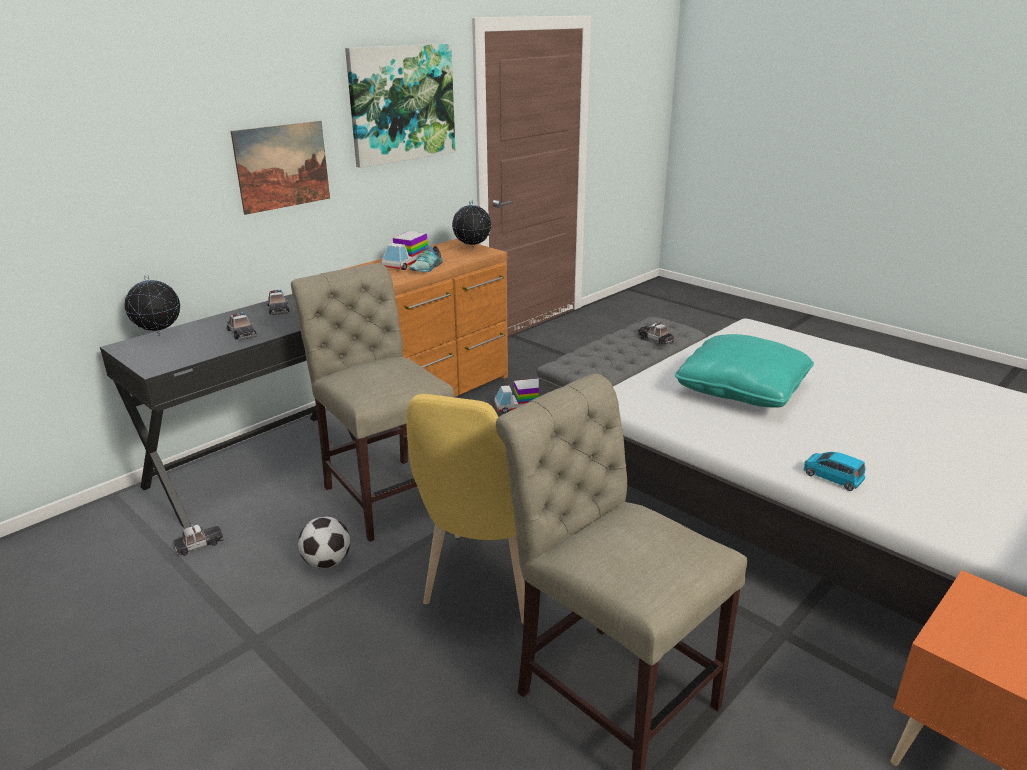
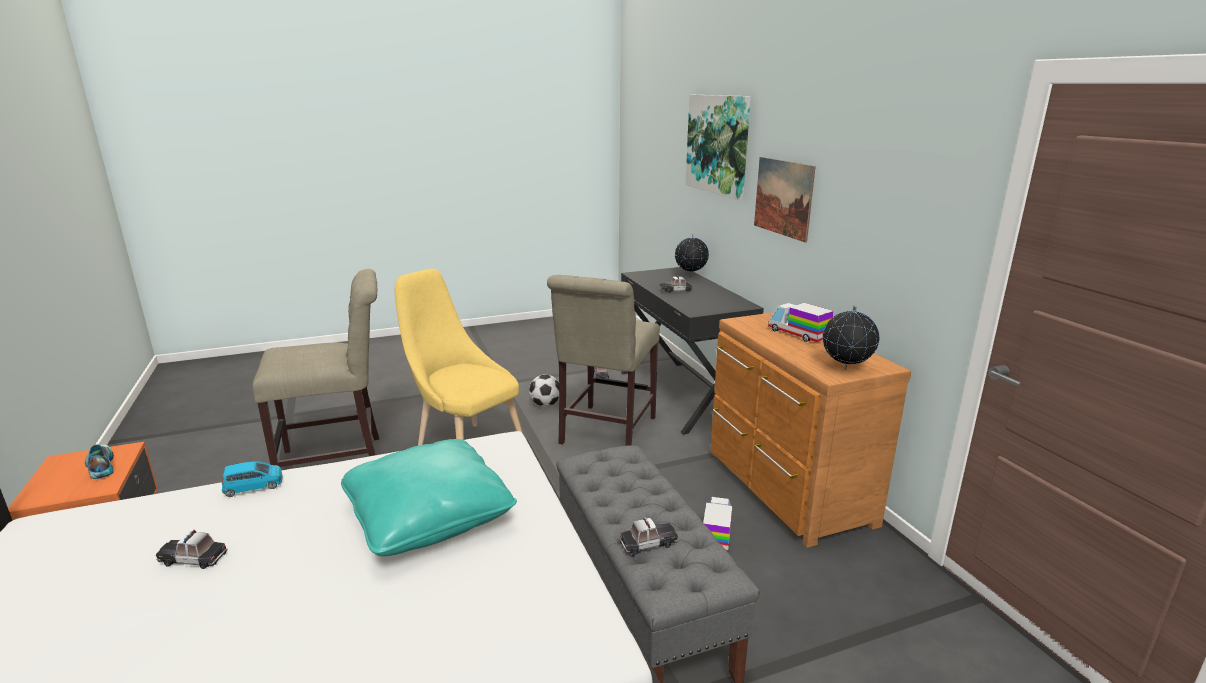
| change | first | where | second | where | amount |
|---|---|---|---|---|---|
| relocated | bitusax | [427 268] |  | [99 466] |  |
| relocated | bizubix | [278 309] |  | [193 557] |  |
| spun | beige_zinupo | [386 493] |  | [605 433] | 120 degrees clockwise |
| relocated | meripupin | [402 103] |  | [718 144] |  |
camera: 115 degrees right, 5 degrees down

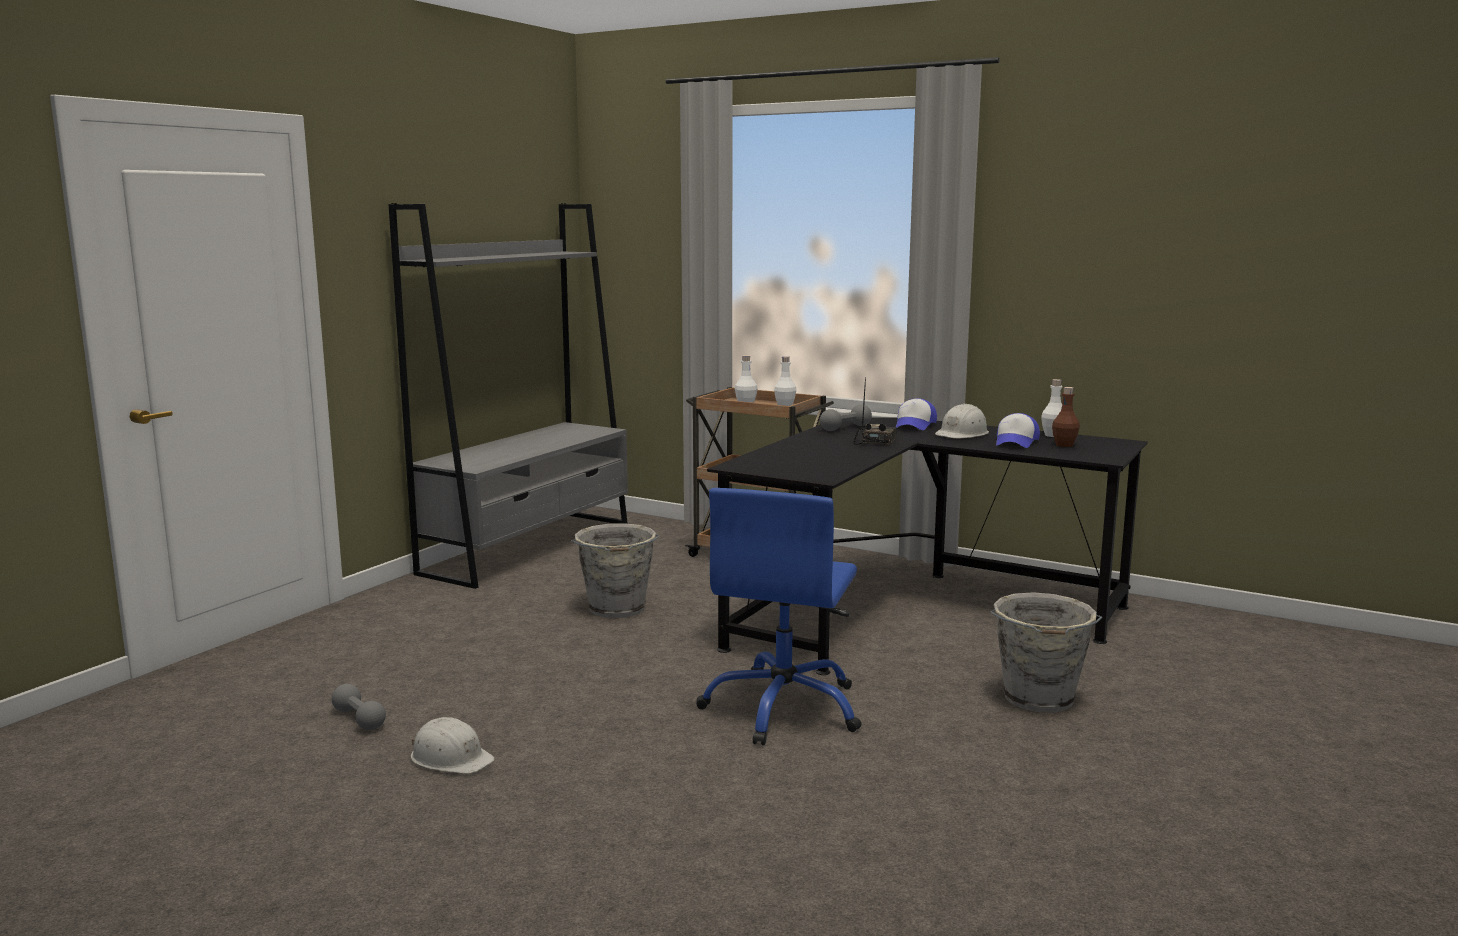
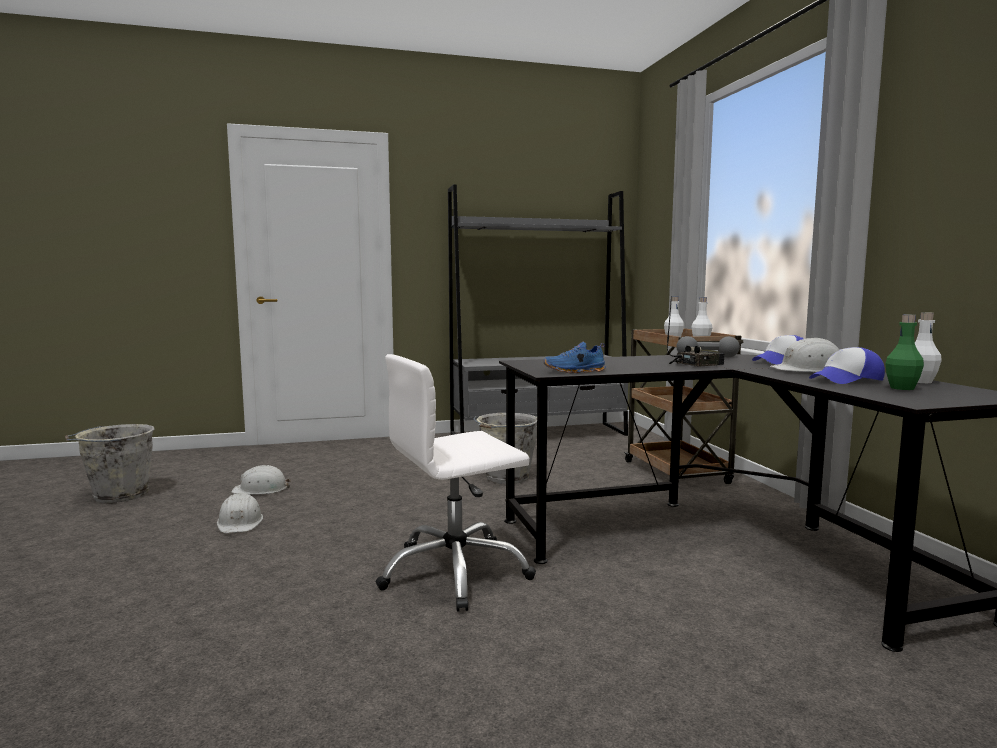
| change | first | where | second | where | amount |
|---|---|---|---|---|---|
| relocated | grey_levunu | [1038 699] |  | [118 495] |  |
| exchanged | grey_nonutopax | [359 719] | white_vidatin | [261 489] |  |
| colour | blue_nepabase | [784 708] | white_nepabase | [455 572] |  |
| appeared |  |  | blue_bitusax | [575 371] |  |
| colour | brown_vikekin | [1064 445] | green_vikekin | [902 388] |  |
camera: 45 degrees right, 5 degrees down

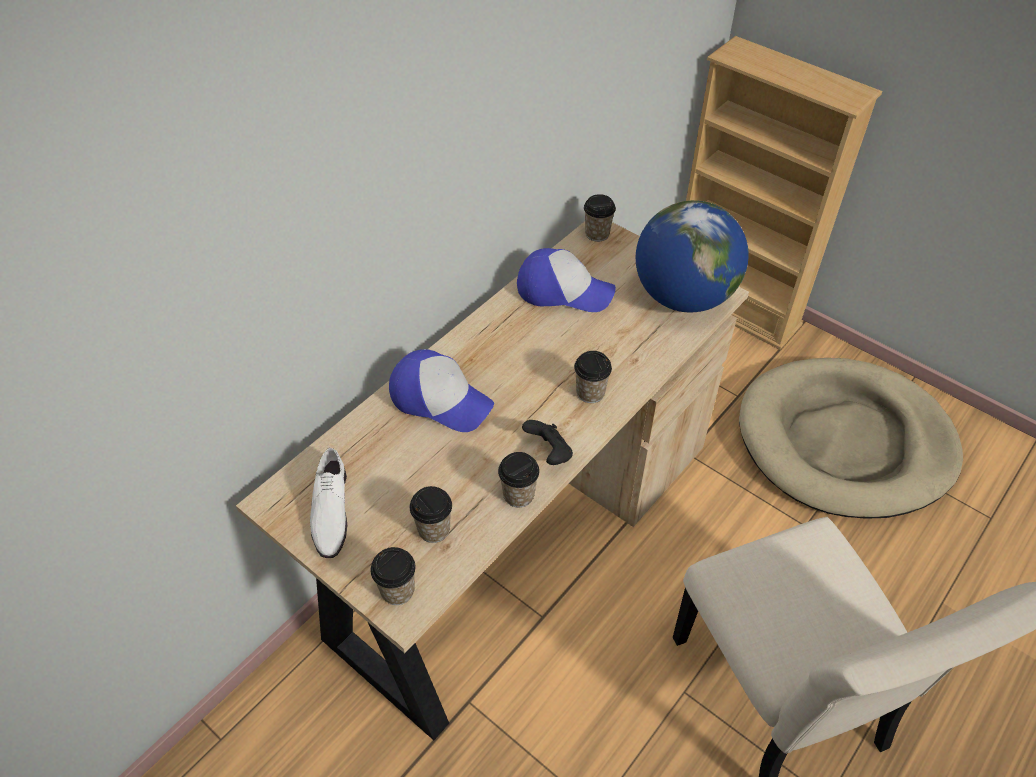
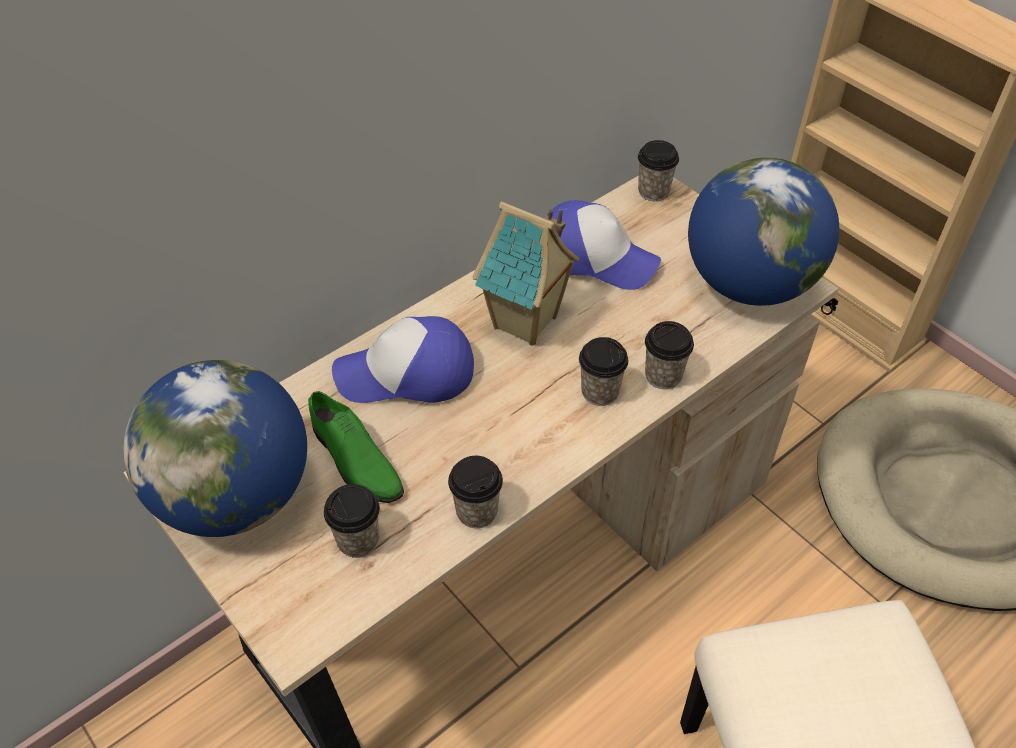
| change | first | where | second | where | amount |
|---|---|---|---|---|---|
| exchanged | white_bitusax | [330 510] | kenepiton | [235 496] |  |
| appeared |  |  | green_bitusax | [353 459] |  |
| spun | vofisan | [440 399] |  | [406 374] | 135 degrees clockwise |
| appeared |  |  | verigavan | [526 323] |  |
| relocated | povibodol | [397 590] |  | [663 376] |  |
| missing | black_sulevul | [549 453] |  |  |  |
camera: 10 degrees right, 0 degrees up

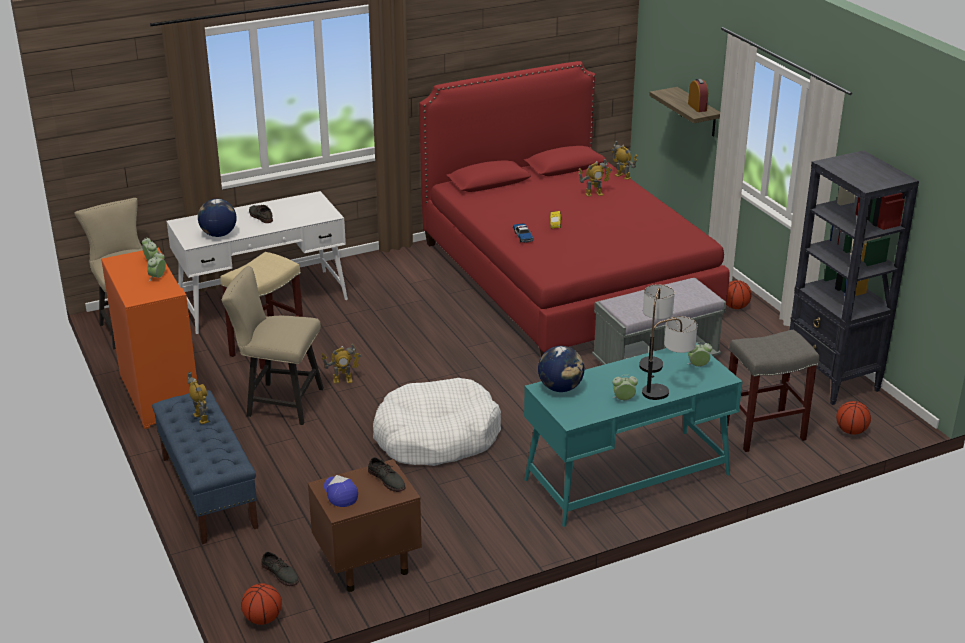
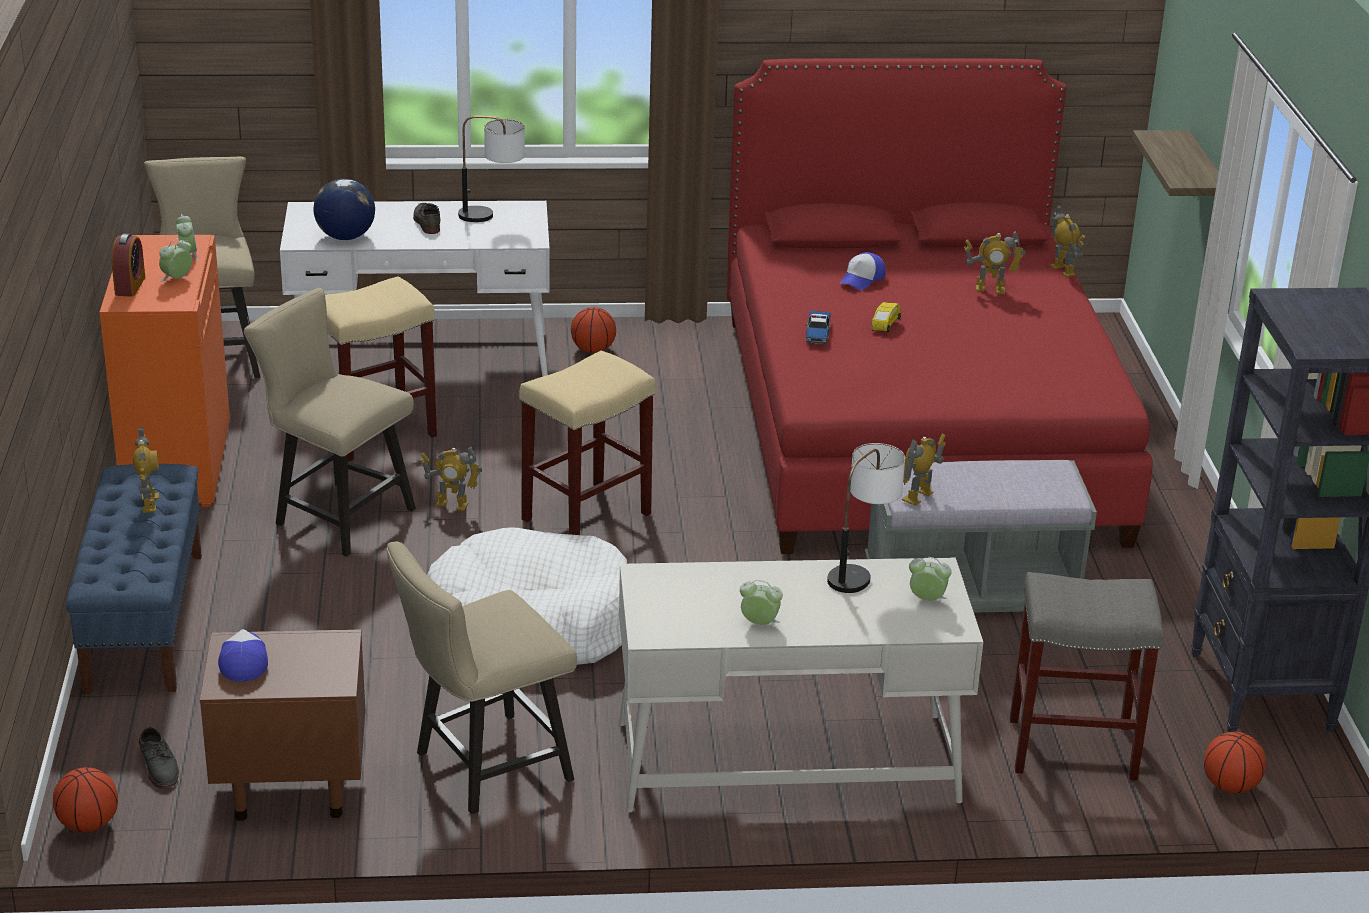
| change | first | where | second | where | amount |
|---|---|---|---|---|---|
| relocated | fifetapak | [697 107] |  | [130 286] |  |
| appeared |  |  | beige_zinupo | [483 768] |  |
| relocated | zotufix | [667 390] |  | [493 216] |  |
| appeared |  |  | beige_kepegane | [587 516] |  |
| relocated | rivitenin | [735 307] |  | [593 350] |  |
| colour | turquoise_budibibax | [626 476] | white_budibibax | [786 761] |  |
| appeared |  |  | vofisan | [862 279] |  |
| appeared |  |  | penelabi | [918 497] |  |
| missing | grey_bitusax | [387 479] |  |  |  |
| missing | kenepiton | [560 388] |  |  |  |
camera: 20 degrees right, 0 degrees up

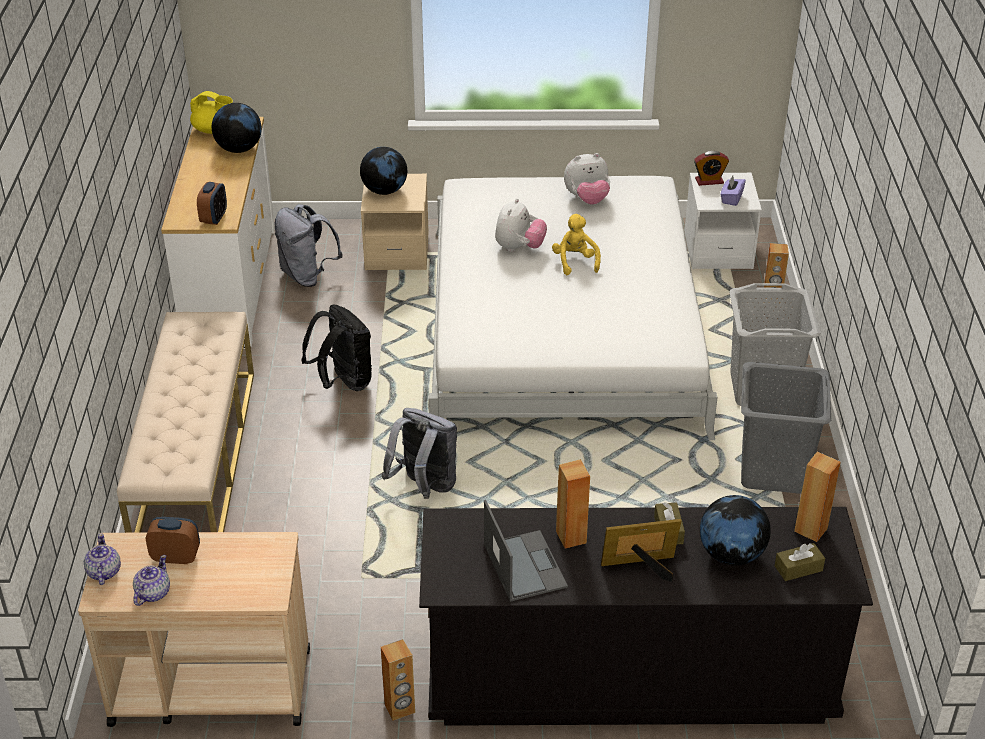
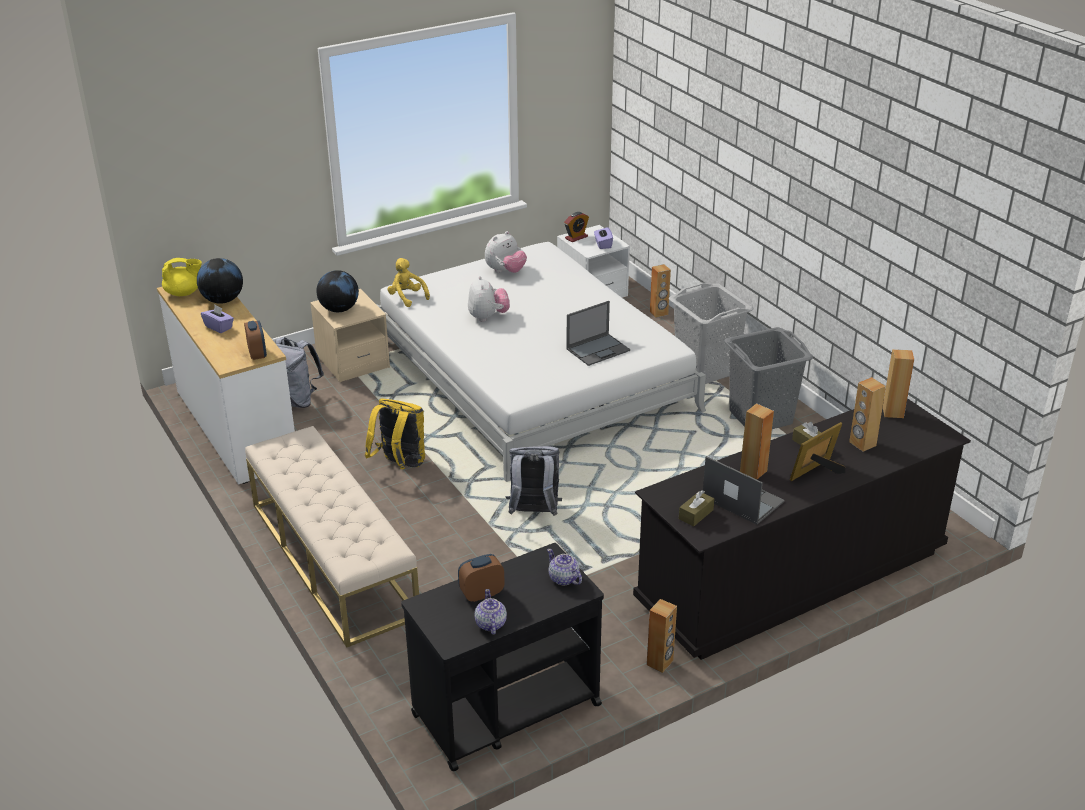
| change | first | where | second | where | amount |
|---|---|---|---|---|---|
| appeared |  |  | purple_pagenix | [219 327] |  |
| colour | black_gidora | [343 382] | yellow_gidora | [400 465] |  |
| relocated | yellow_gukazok | [575 262] |  | [407 297] |  |
| colour | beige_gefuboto | [210 686] | black_gefuboto | [505 710] |  |
| relocated | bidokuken | [103 572] |  | [563 579] |  |
| appeared |  |  | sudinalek | [598 349] |  |
| relocated | brown_pagenix | [798 568] |  | [696 514] |  |
| exchanged | kenepiton | [731 554] | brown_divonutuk | [862 444] |  |
camera: 30 degrees left, 5 degrees down

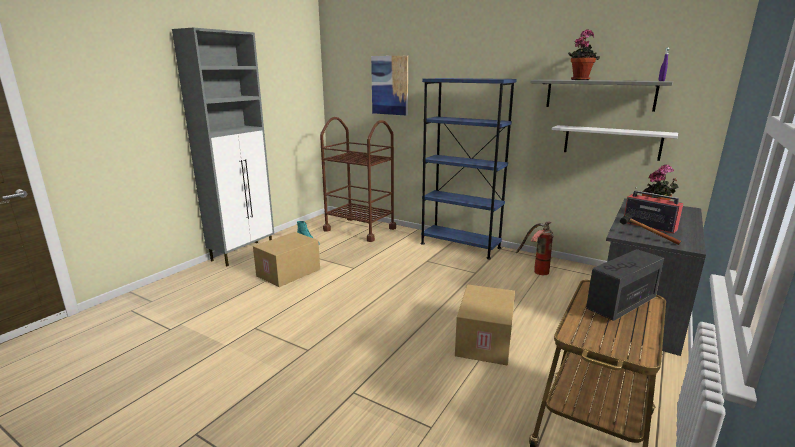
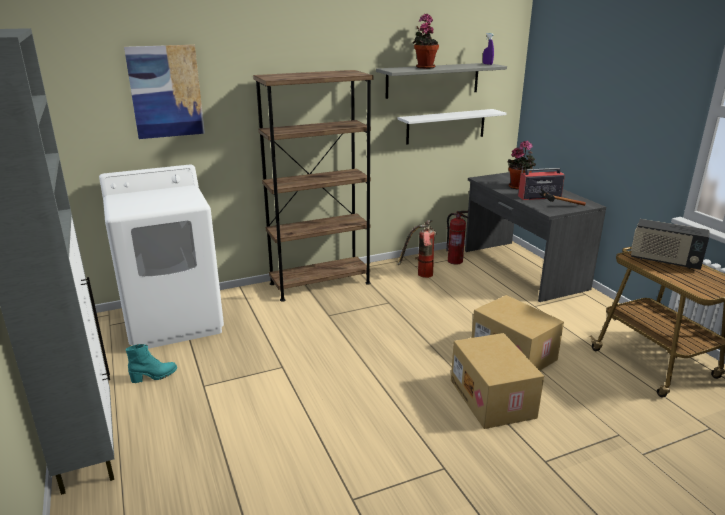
| change | first | where | second | where | amount |
|---|---|---|---|---|---|
| exchanged | brown_gefuboto | [360 229] | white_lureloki | [174 321] |  |
| colour | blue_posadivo | [460 246] | brown_posadivo | [320 283] |  |
| appeared |  |  | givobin | [455 261] |  |
| relocated | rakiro | [289 273] |  | [493 399] |  |
| spun | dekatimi | [620 304] |  | [664 261] | 60 degrees counterclockwise |
camera: 55 degrees left, 5 degrees up

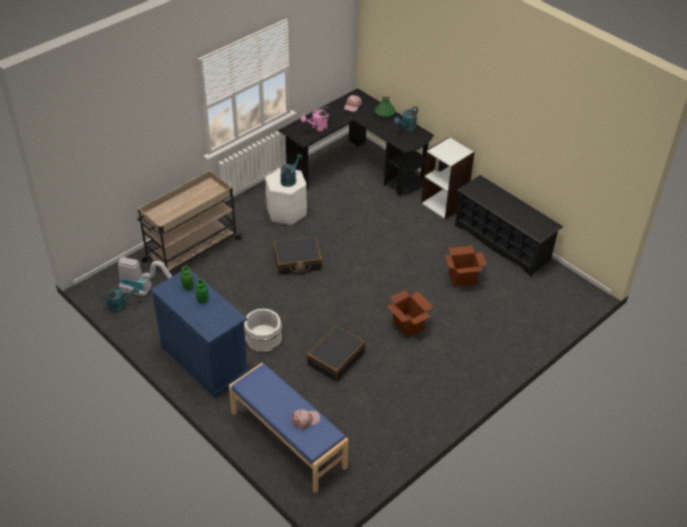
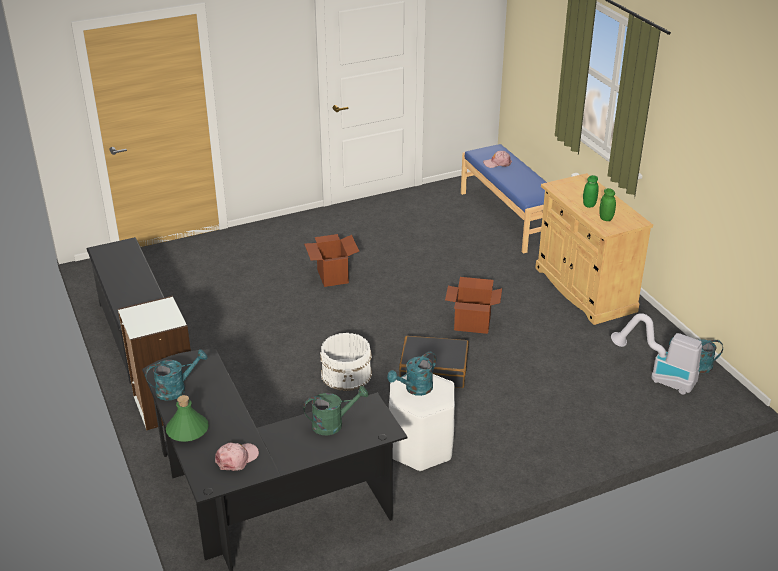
| change | first | where | second | where | amount |
|---|---|---|---|---|---|
| colour | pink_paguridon | [317 128] | green_paguridon | [333 424] |  |
| relocated | white_levunu | [263 338] |  | [347 374] |  |
| relocated | rakiro | [462 278] |  | [472 324] |  |
| colour | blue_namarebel | [204 360] | beige_namarebel | [584 289] |  |
| missing | beige_gefuboto | [191 251] |  |  |  |
| missing | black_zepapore | [335 358] |  |  |  |
camera: 160 degrees left, 10 degrees down

